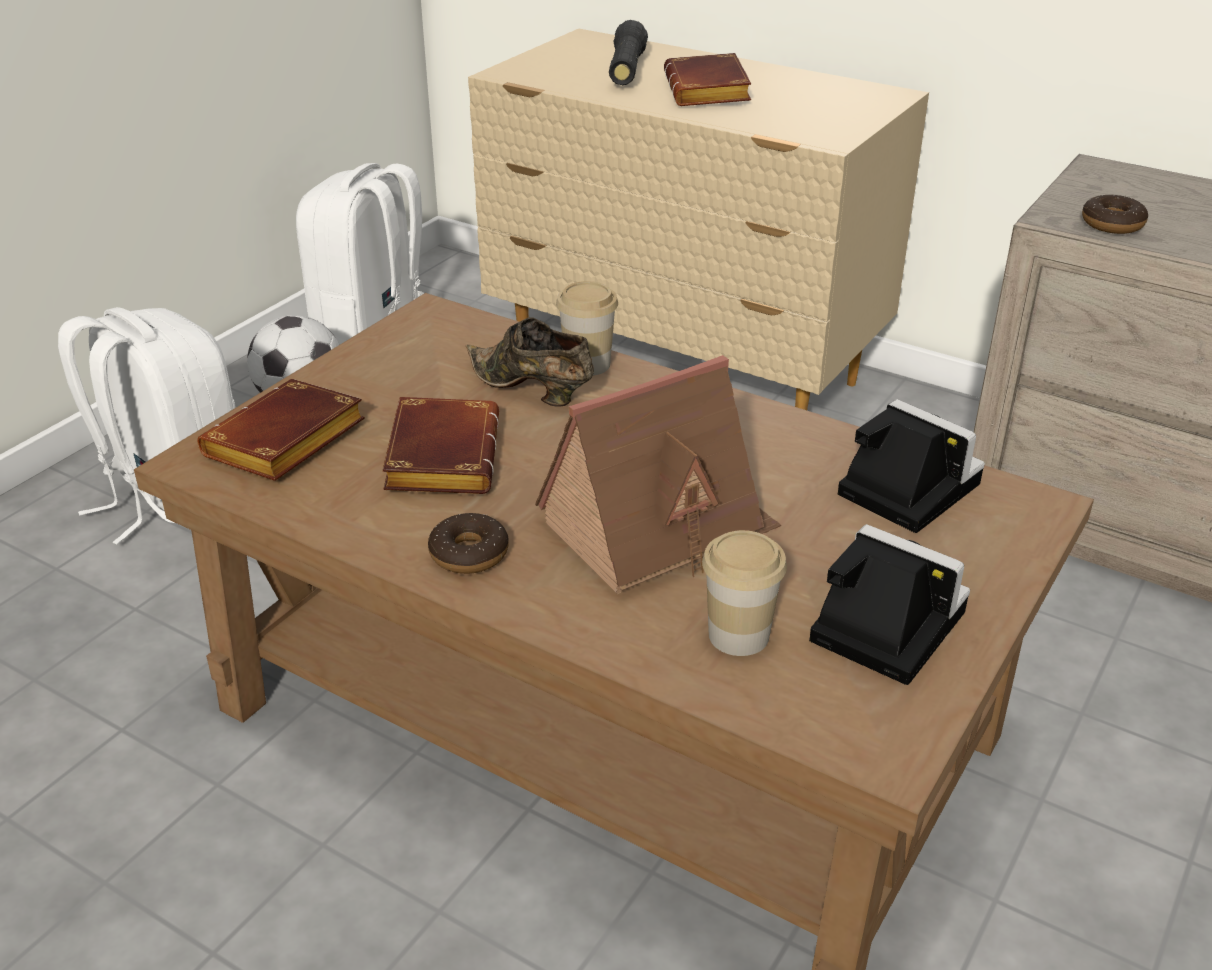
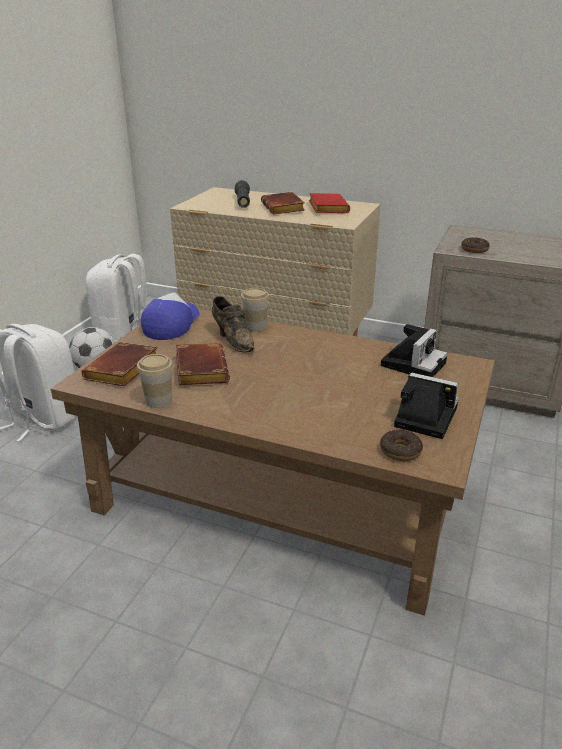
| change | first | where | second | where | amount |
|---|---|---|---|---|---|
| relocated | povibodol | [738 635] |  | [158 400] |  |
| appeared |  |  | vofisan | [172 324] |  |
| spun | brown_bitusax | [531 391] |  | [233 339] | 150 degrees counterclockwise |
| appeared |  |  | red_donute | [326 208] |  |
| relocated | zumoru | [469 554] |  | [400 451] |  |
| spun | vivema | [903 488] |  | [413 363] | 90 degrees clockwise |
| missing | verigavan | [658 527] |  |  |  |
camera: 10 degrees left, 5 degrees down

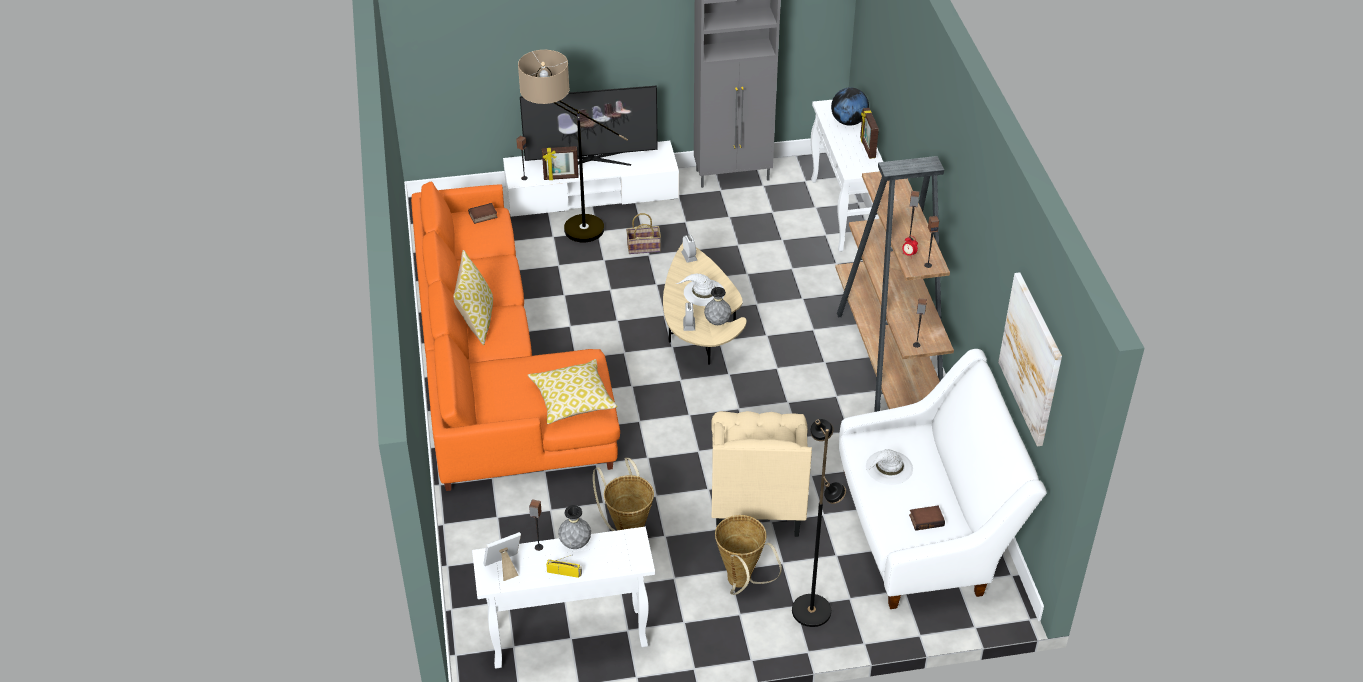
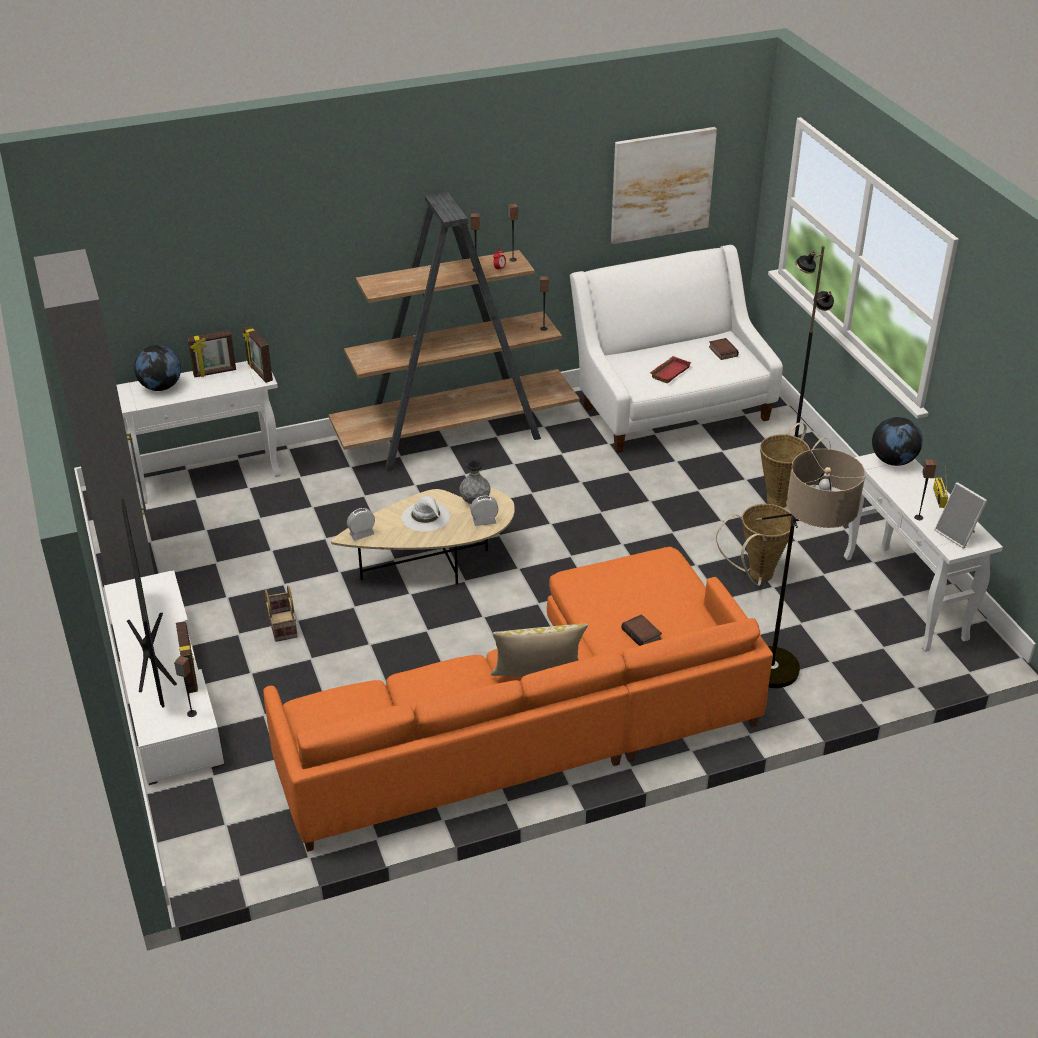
| change | first | where | second | where | amount |
|---|---|---|---|---|---|
| appeared |  |  | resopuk | [259 373] |  |
| relocated | donute | [483 216] |  | [642 634] |  |
| exchanged | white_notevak | [889 468] | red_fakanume | [669 372] |  |
| relocated | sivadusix | [567 231] |  | [782 684] |  |
| appeared |  |  | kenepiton | [893 461] |  |
| missing | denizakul | [572 400] |  |  |  |
| missing | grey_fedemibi | [575 544] |  |  |  |
| missing | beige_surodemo | [757 497] |  |  |  |
camera: 100 degrees left, 5 degrees down

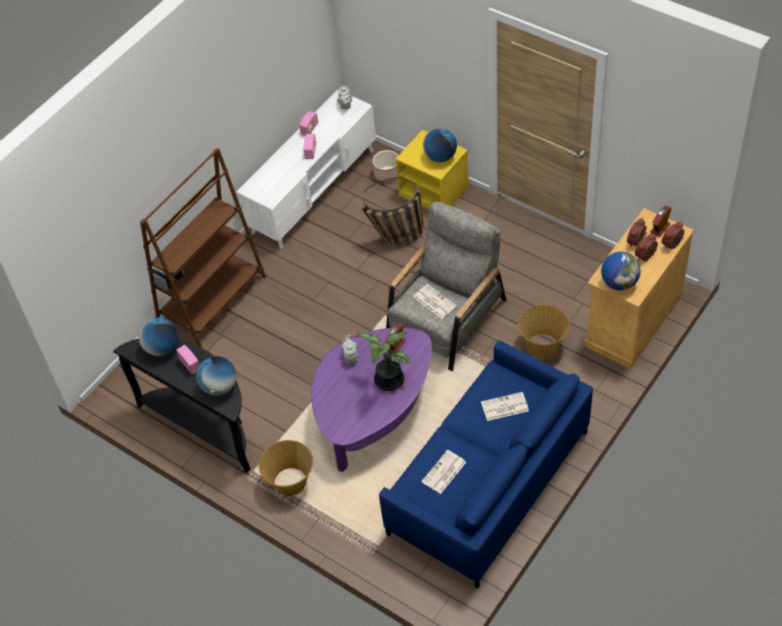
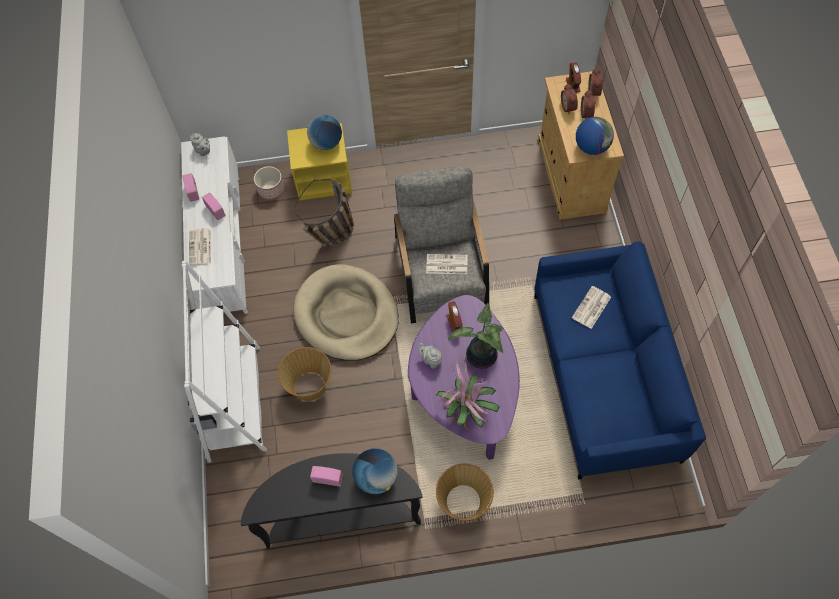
| change | first | where | second | where | amount |
|---|---|---|---|---|---|
| colour | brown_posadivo | [212 301] | white_posadivo | [234 402] |  |
| relocated | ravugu | [443 473] |  | [200 247] |  |
| relocated | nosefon | [543 346] |  | [310 385] |  |
| appeared |  |  | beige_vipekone | [346 315] |  |
| appeared |  |  | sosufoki | [466 411] |  |
| missing | kenepiton | [162 348] |  |  |  |
camera: 45 degrees left, 10 degrees up

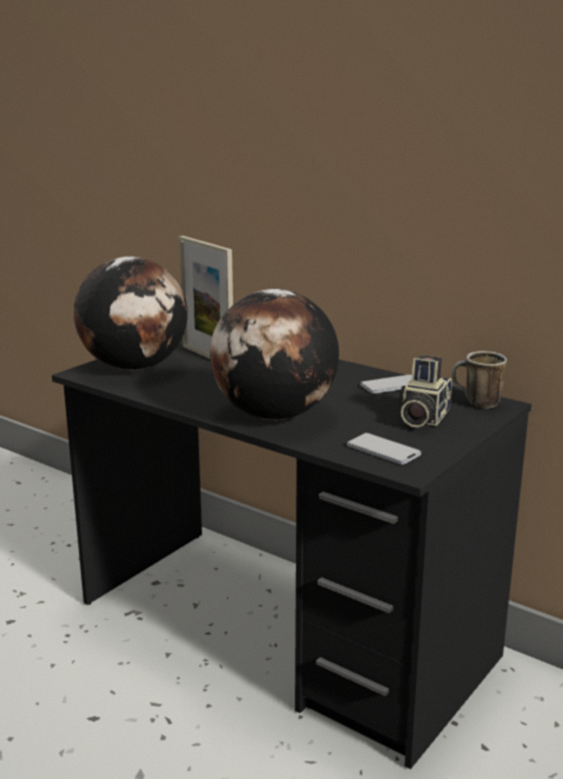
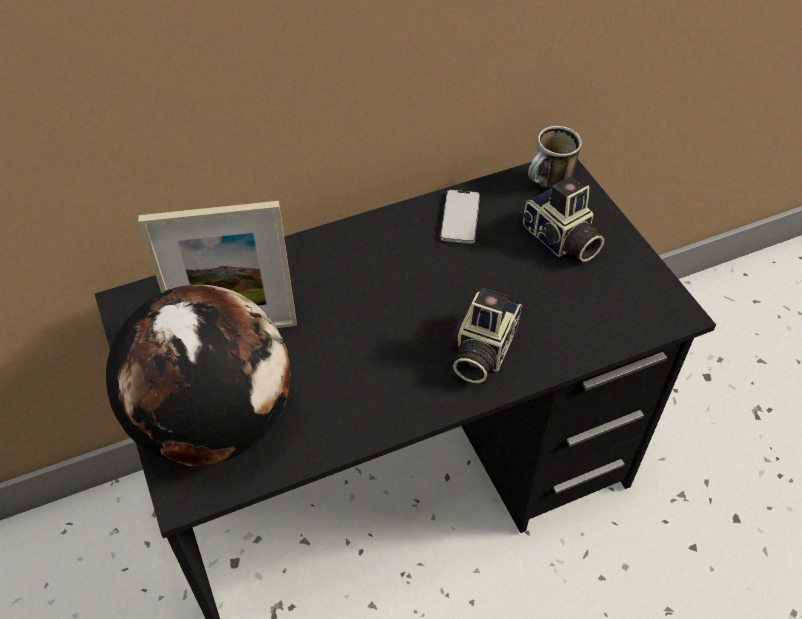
| change | first | where | second | where | amount |
|---|---|---|---|---|---|
| exchanged | kenepiton | [275 415] | vivema | [481 350] |  |
| missing | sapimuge | [383 450] |  |  |  |
camera: 60 degrees left, 30 degrees up

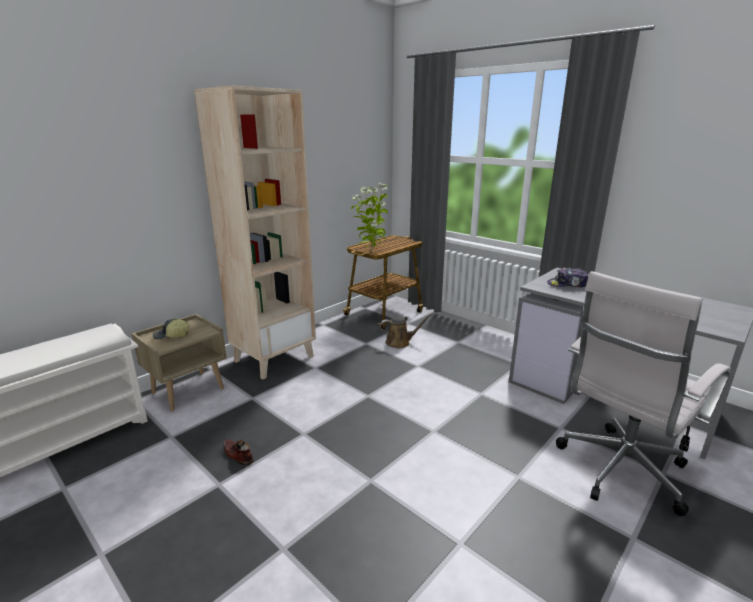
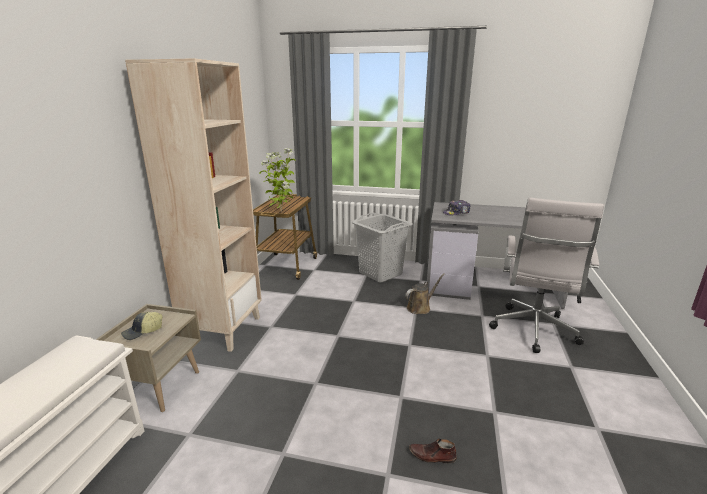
| change | first | where | second | where | amount |
|---|---|---|---|---|---|
| appeared |  |  | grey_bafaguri | [380 273] |  |
| relocated | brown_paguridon | [400 342] |  | [420 307] |  |
| relocated | brown_bitusax | [237 455] |  | [432 456] |  |
camera: 30 degrees left, 0 degrees up

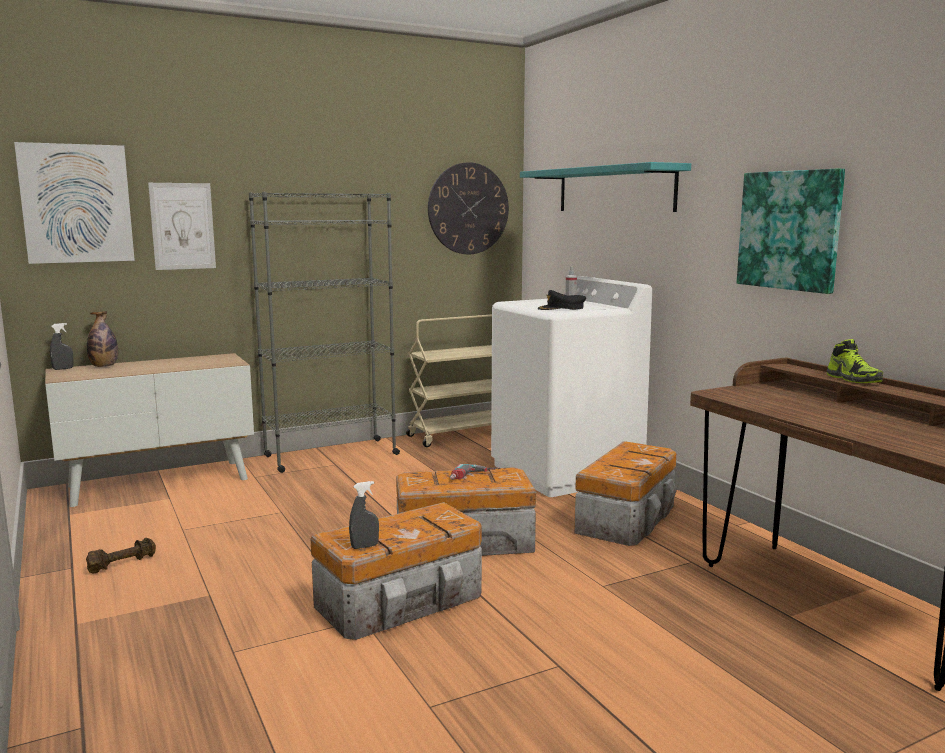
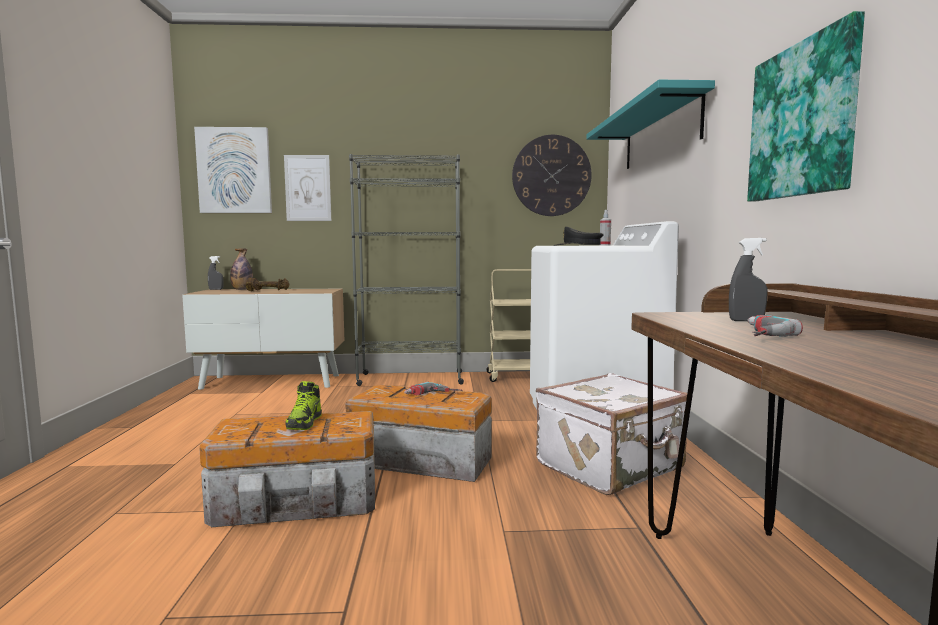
| change | first | where | second | where | amount |
|---|---|---|---|---|---|
| relocated | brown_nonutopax | [122 564] |  | [268 290] |  |
| relocated | bitusax | [853 379] |  | [304 423] |  |
| exchanged | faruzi | [627 518] | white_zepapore | [611 467] |  |
| relocated | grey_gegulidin | [364 546] |  | [746 320] |  |
| appeared |  |  | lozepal | [753 334] |  |
camera: 25 degrees right, 5 degrees down

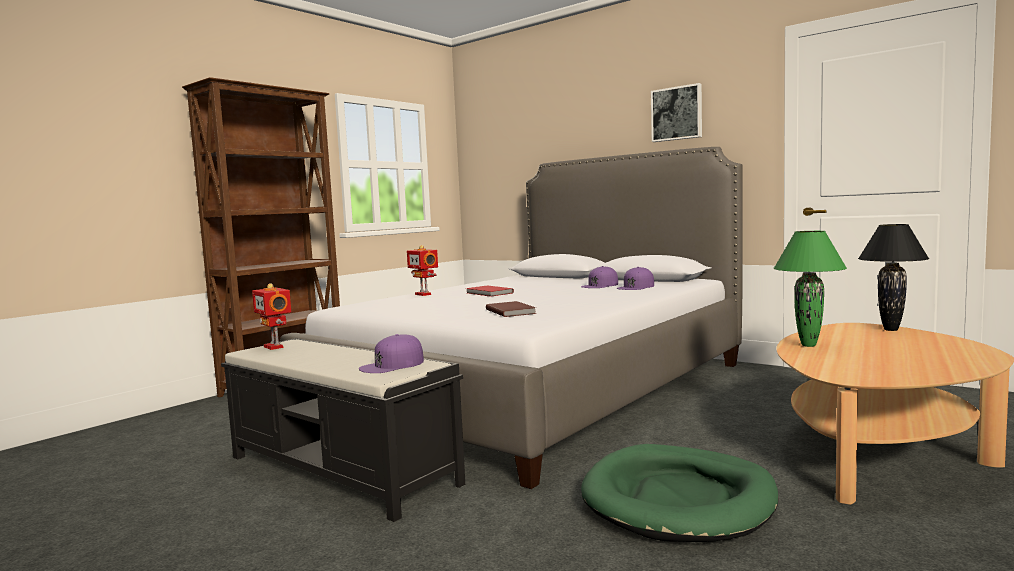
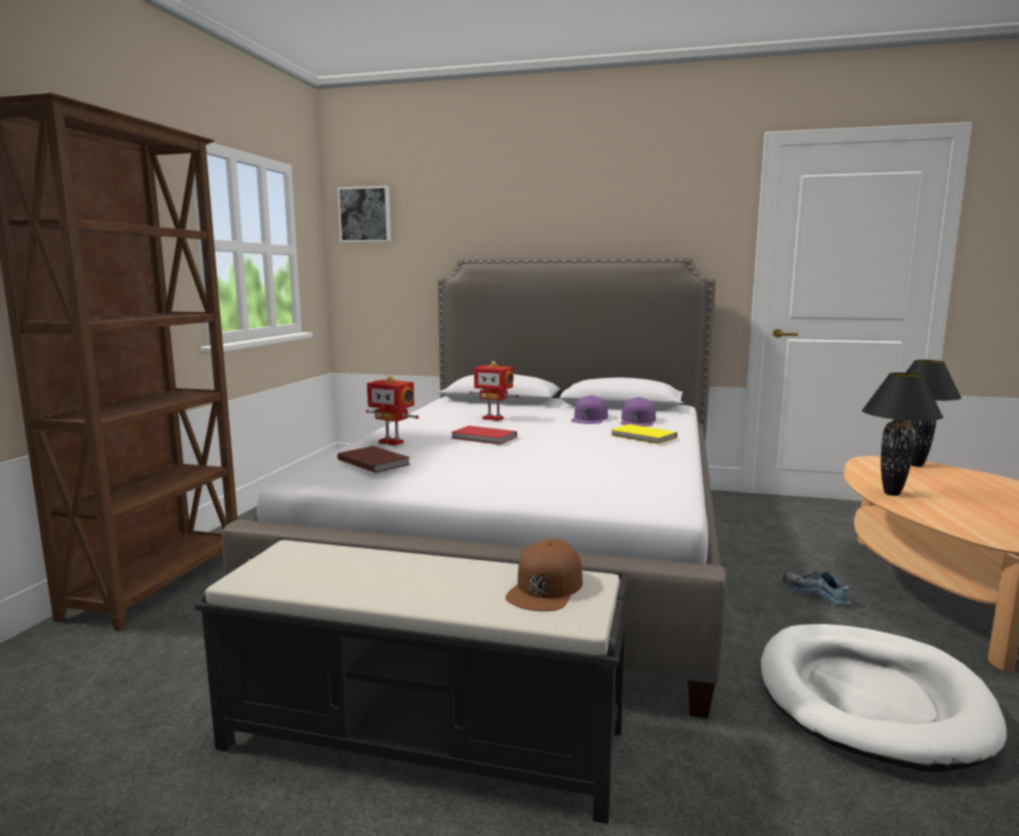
| change | first | where | second | where | amount |
|---|---|---|---|---|---|
| relocated | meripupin | [677 113] |  | [365 215] |  |
| relocated | brown_donute | [511 311] |  | [374 462] |  |
| relocated | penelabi | [275 347] |  | [493 418] |  |
| colour | purple_vofisan | [392 365] | brown_vofisan | [545 588] |  |
| appeared |  |  | yellow_donute | [643 437] |  |
| colour | green_vipekone | [679 499] | white_vipekone | [871 699] |  |
| appeared |  |  | bitusax | [816 594] |  |
| colour | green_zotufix | [808 345] | black_zotufix | [891 493] |  |
camera: 25 degrees left, 5 degrees up

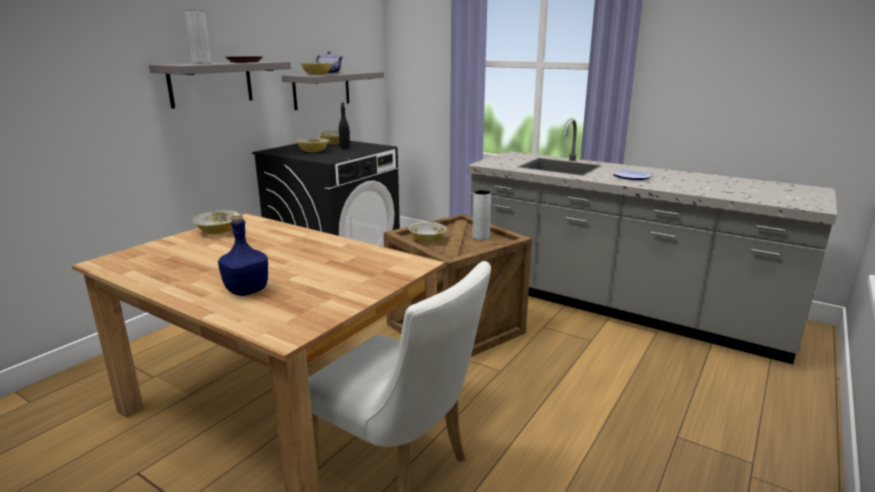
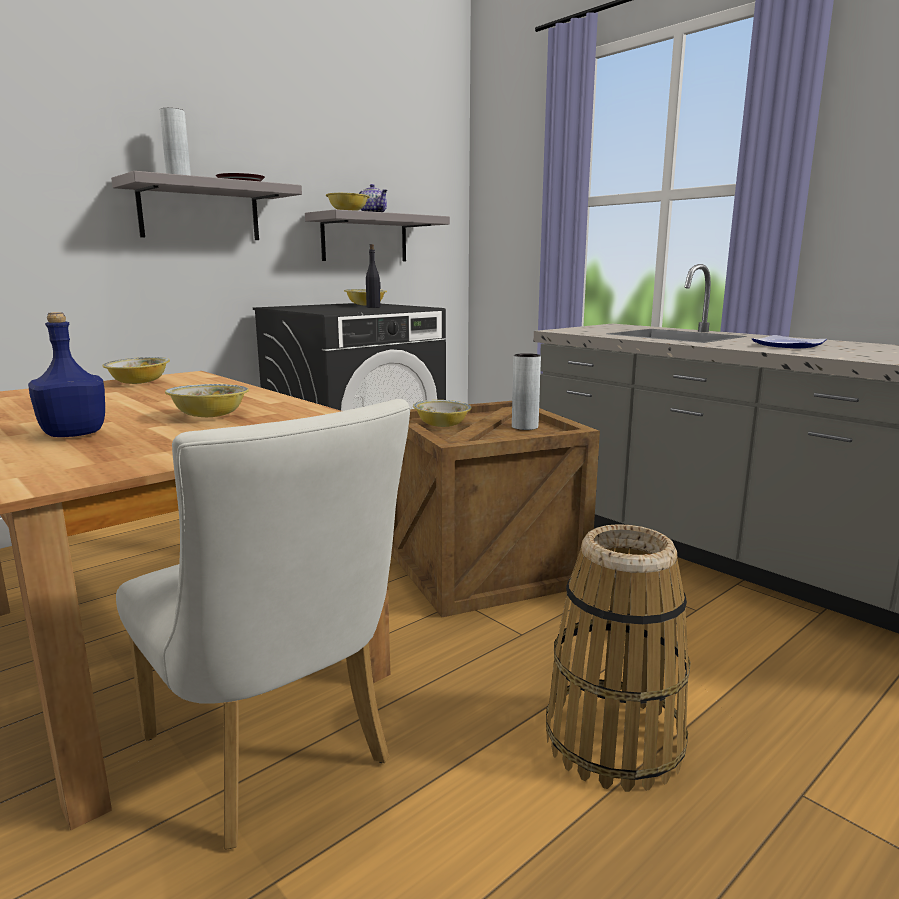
| change | first | where | second | where | amount |
|---|---|---|---|---|---|
| relocated | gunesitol | [313 151] |  | [210 416] |  |
| appeared |  |  | nosefon | [614 741] |  |
camera: 15 degrees right, 5 degrees down

